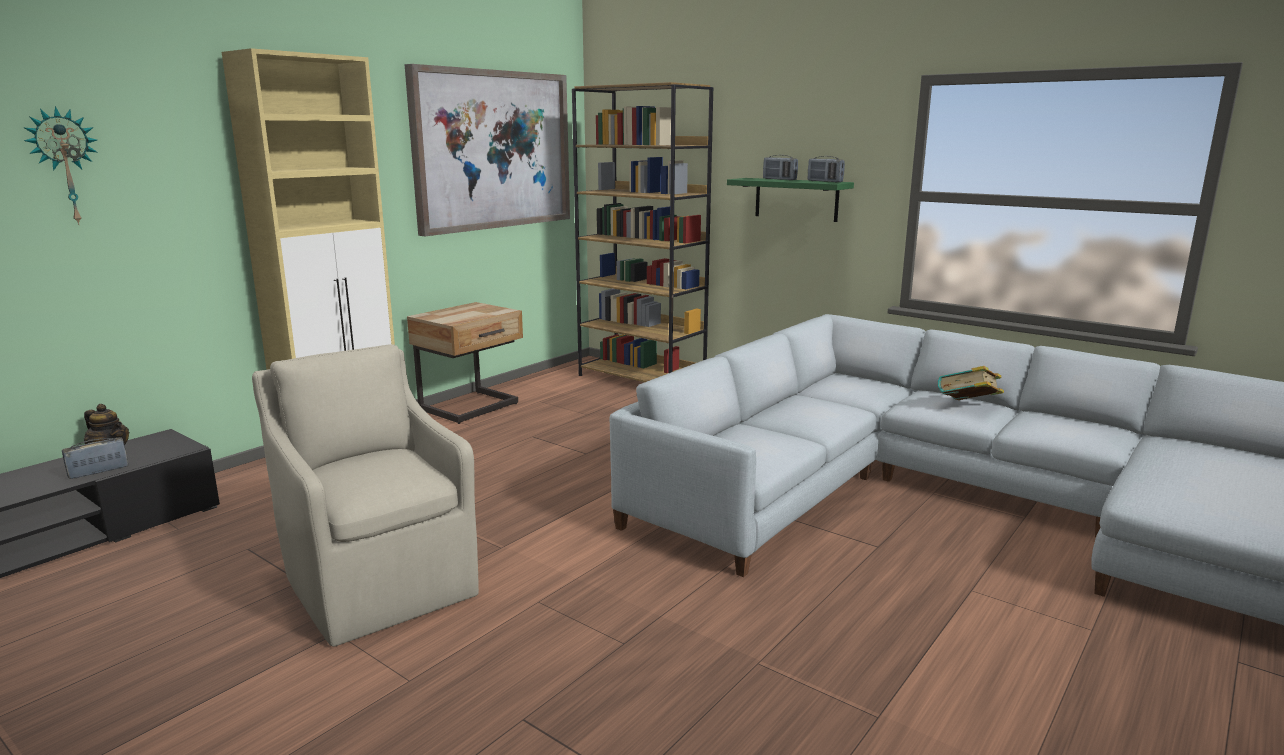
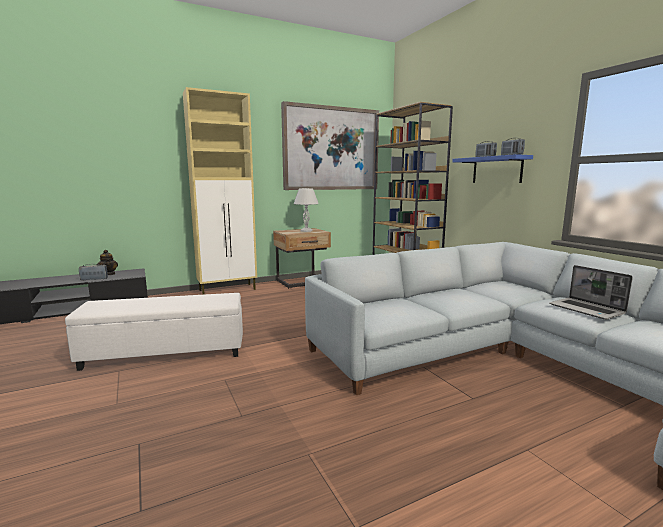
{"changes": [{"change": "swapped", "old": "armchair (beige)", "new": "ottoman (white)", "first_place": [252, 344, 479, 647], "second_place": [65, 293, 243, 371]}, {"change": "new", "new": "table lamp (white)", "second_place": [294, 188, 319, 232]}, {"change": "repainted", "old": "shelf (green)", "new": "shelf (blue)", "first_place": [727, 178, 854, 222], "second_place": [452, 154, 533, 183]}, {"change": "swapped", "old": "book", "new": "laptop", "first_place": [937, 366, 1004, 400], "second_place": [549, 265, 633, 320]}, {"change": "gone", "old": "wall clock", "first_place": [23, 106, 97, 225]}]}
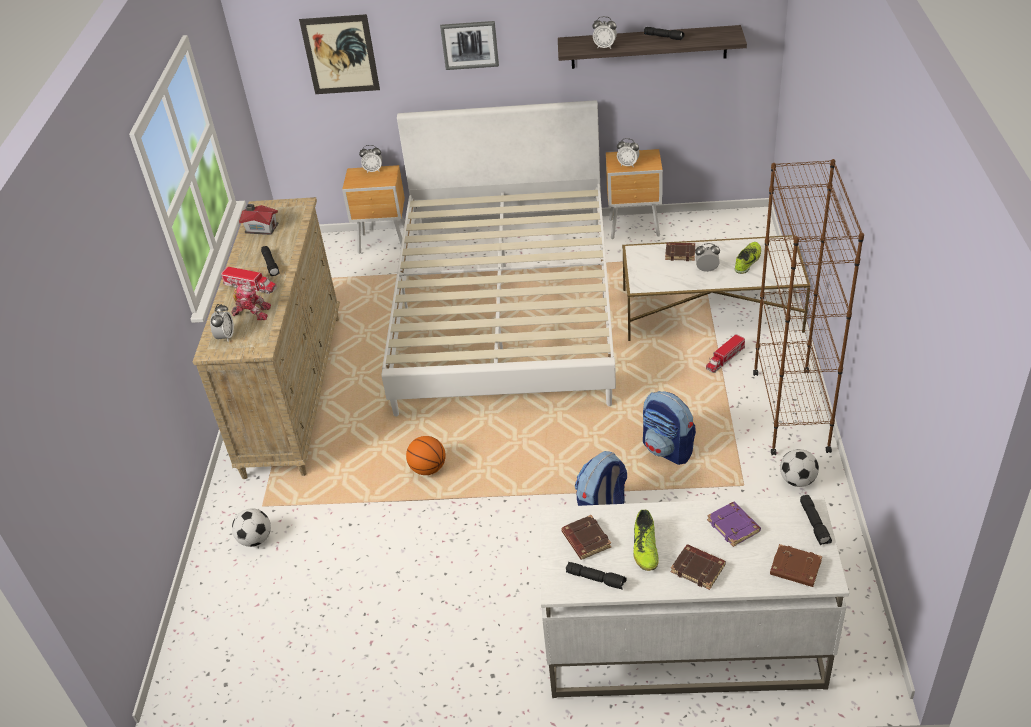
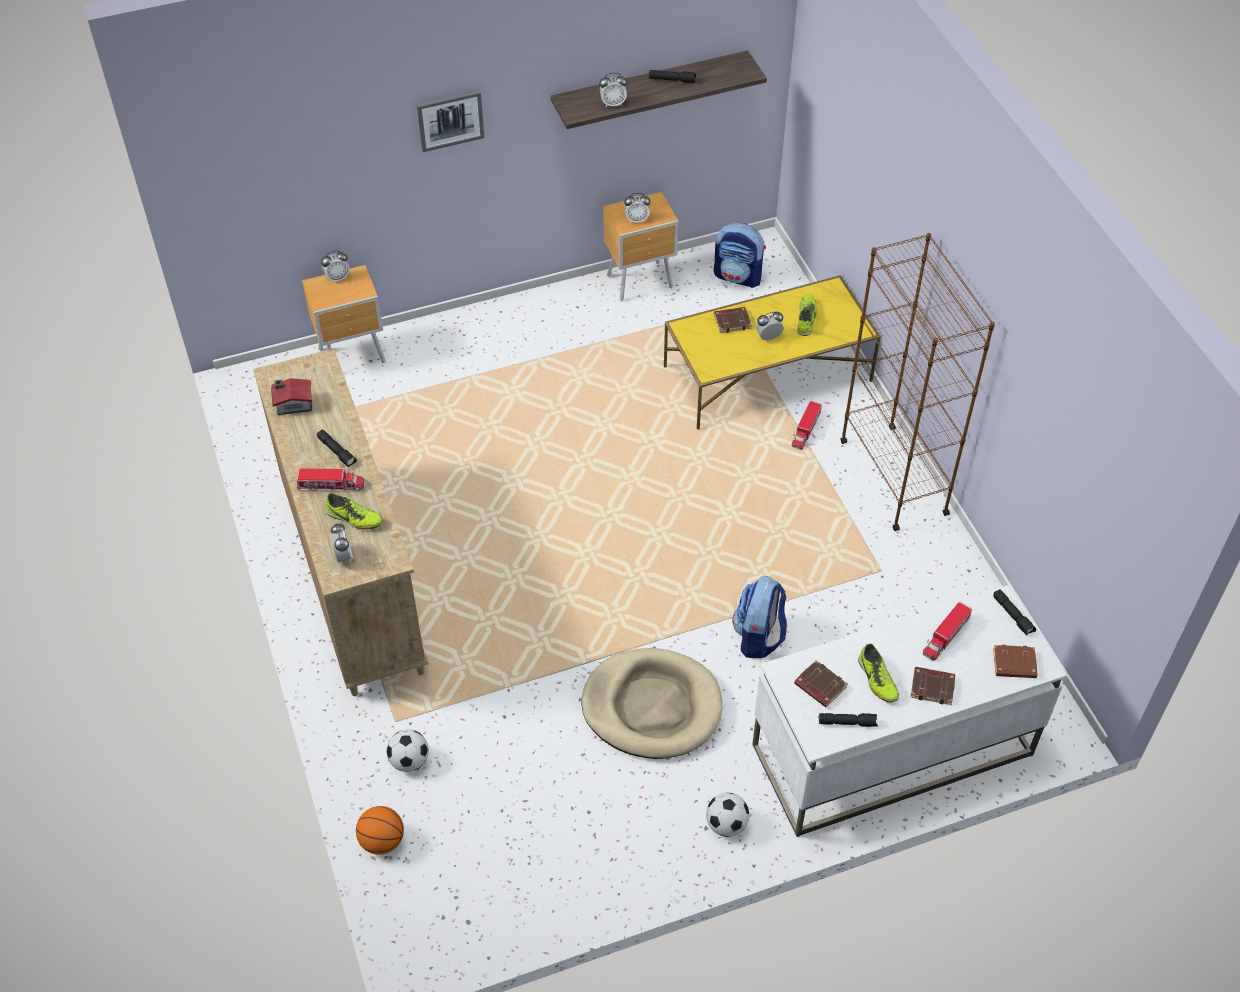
{"changes": [{"change": "swapped", "old": "toy robot", "new": "shoe", "first_place": [231, 284, 271, 320], "second_place": [325, 493, 383, 529]}, {"change": "shifted", "old": "basketball", "first_place": [406, 436, 446, 475], "second_place": [356, 806, 404, 855]}, {"change": "new", "new": "dog bed (beige)", "second_place": [581, 648, 722, 759]}, {"change": "repainted", "old": "coffee table (white)", "new": "coffee table (yellow)", "first_place": [622, 235, 811, 341], "second_place": [664, 275, 880, 430]}, {"change": "shifted", "old": "football", "first_place": [780, 449, 819, 487], "second_place": [706, 793, 749, 837]}, {"change": "shifted", "old": "backpack", "first_place": [643, 391, 696, 465], "second_place": [714, 223, 766, 288]}, {"change": "swapped", "old": "book (purple)", "new": "toy truck", "first_place": [707, 502, 761, 547], "second_place": [923, 602, 972, 661]}, {"change": "gone", "old": "picture", "first_place": [299, 14, 380, 94]}, {"change": "gone", "old": "bed (white)", "first_place": [381, 100, 616, 417]}]}
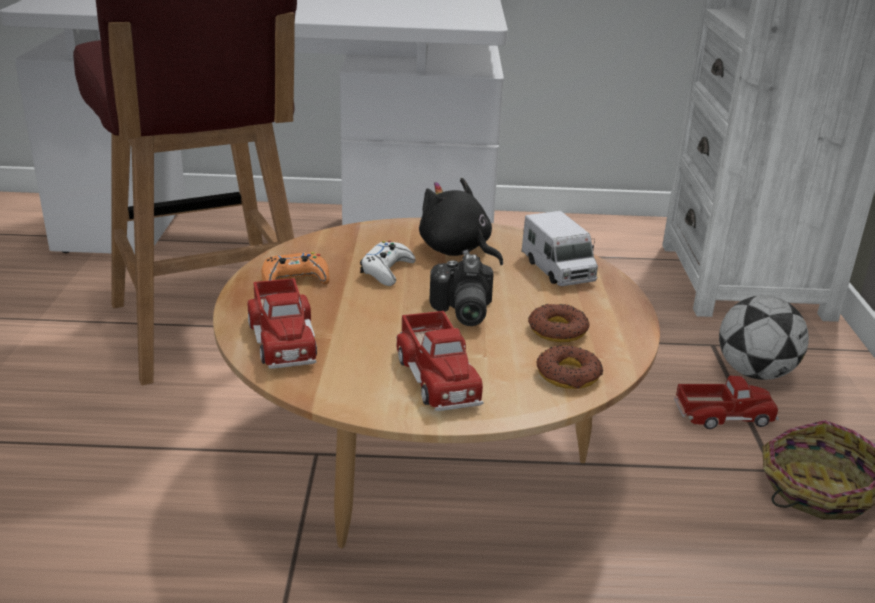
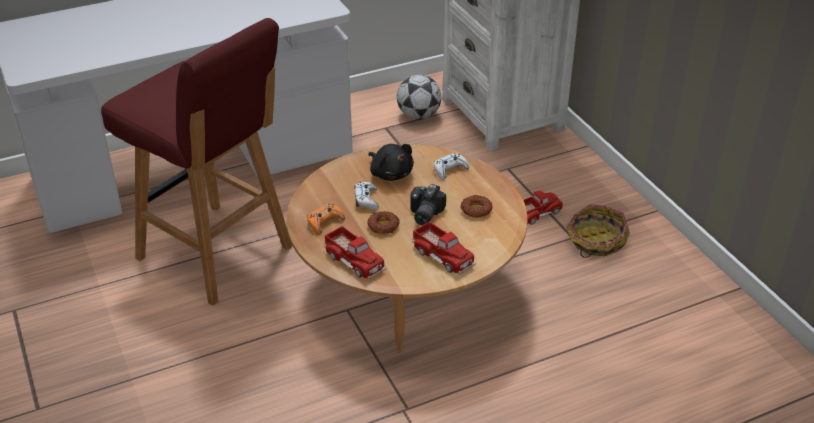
{"changes": [{"change": "shifted", "old": "donut", "first_place": [537, 345, 604, 389], "second_place": [367, 211, 400, 234]}, {"change": "rotated", "old": "plush toy (black)", "first_place": [419, 178, 503, 265], "second_place": [369, 144, 414, 181], "degrees": -150}, {"change": "shifted", "old": "football", "first_place": [719, 295, 809, 380], "second_place": [397, 75, 441, 119]}, {"change": "rotated", "old": "photo camera", "first_place": [429, 254, 493, 326], "second_place": [410, 184, 446, 225], "degrees": 45}, {"change": "swapped", "old": "toy truck", "new": "game controller (white)", "first_place": [522, 211, 598, 286], "second_place": [434, 153, 469, 180]}]}
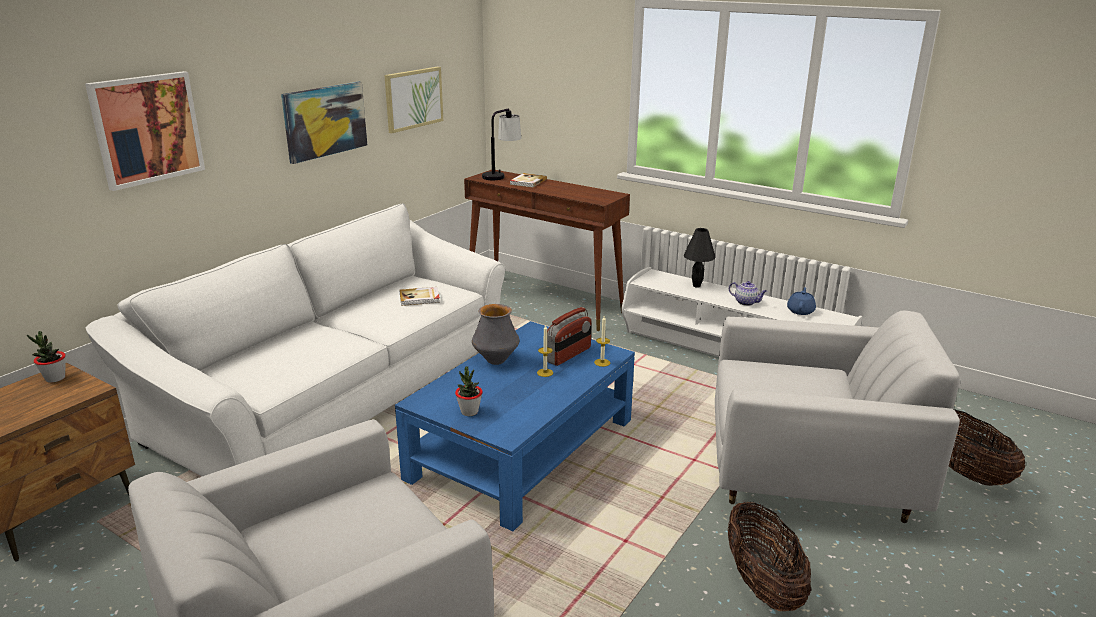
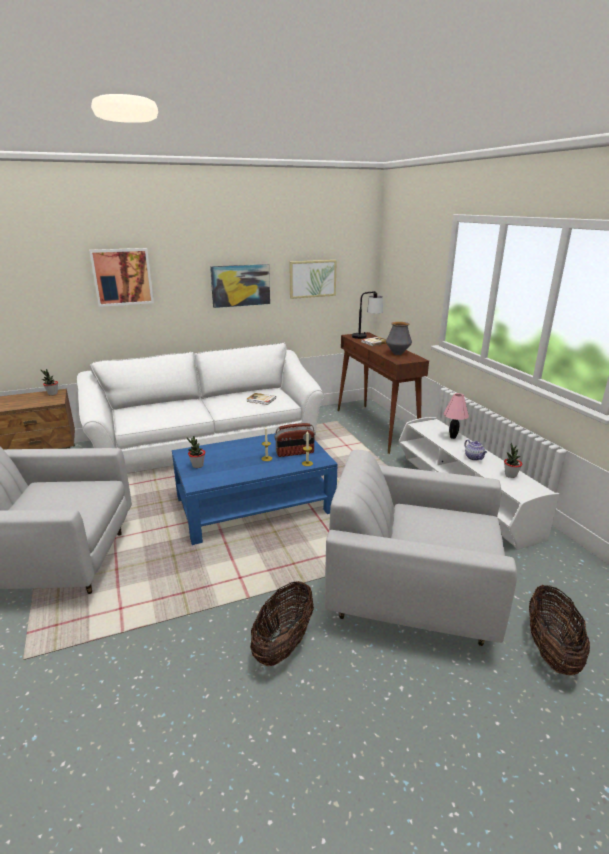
{"changes": [{"change": "rotated", "old": "armchair (white)", "first_place": [715, 311, 960, 523], "second_place": [325, 450, 517, 646], "degrees": 150}, {"change": "shifted", "old": "vase", "first_place": [472, 304, 519, 365], "second_place": [386, 322, 412, 355]}, {"change": "repainted", "old": "table lamp (black)", "new": "table lamp (pink)", "first_place": [684, 228, 716, 288], "second_place": [444, 393, 469, 439]}, {"change": "swapped", "old": "teapot (blue)", "new": "potted plant", "first_place": [787, 287, 816, 315], "second_place": [504, 443, 522, 478]}]}
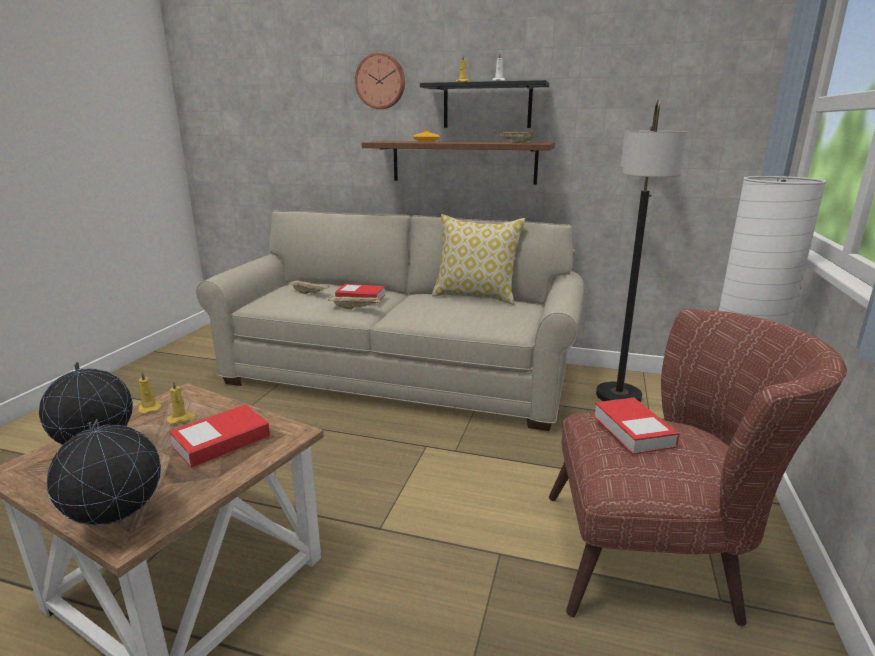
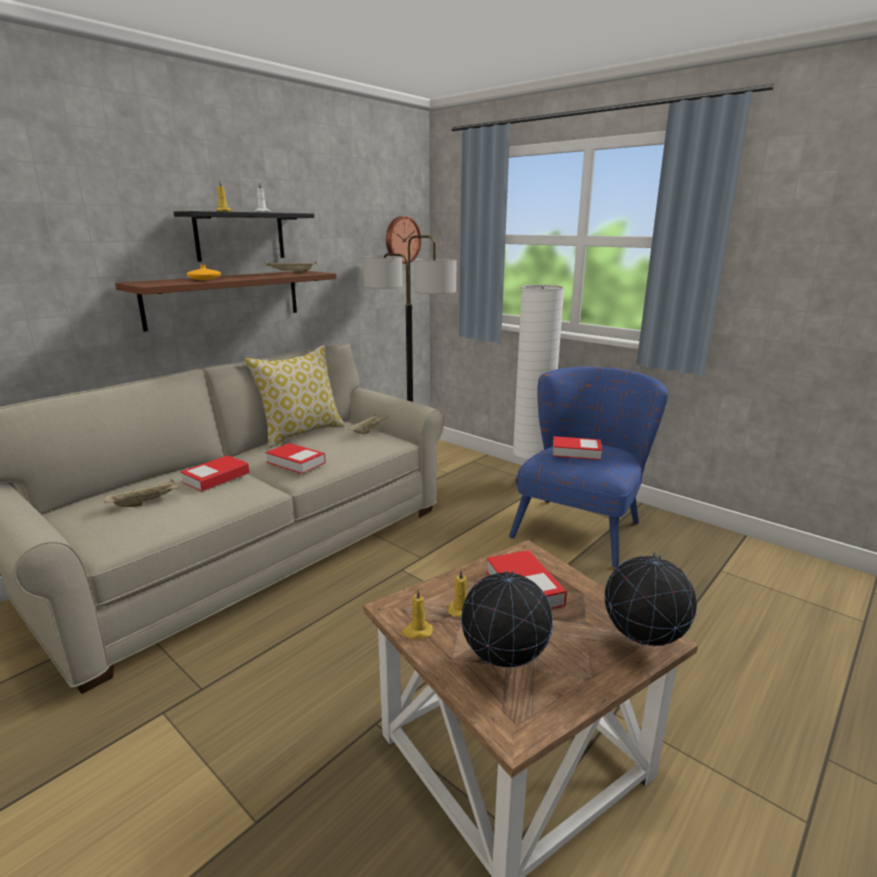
{"changes": [{"change": "new", "new": "book", "second_place": [266, 443, 326, 474]}, {"change": "shifted", "old": "tray (beige)", "first_place": [328, 296, 380, 310], "second_place": [347, 414, 388, 434]}, {"change": "shifted", "old": "wall clock", "first_place": [355, 52, 405, 109], "second_place": [386, 216, 421, 264]}, {"change": "repainted", "old": "armchair (brown)", "new": "armchair (blue)", "first_place": [549, 309, 847, 626], "second_place": [509, 367, 668, 568]}]}
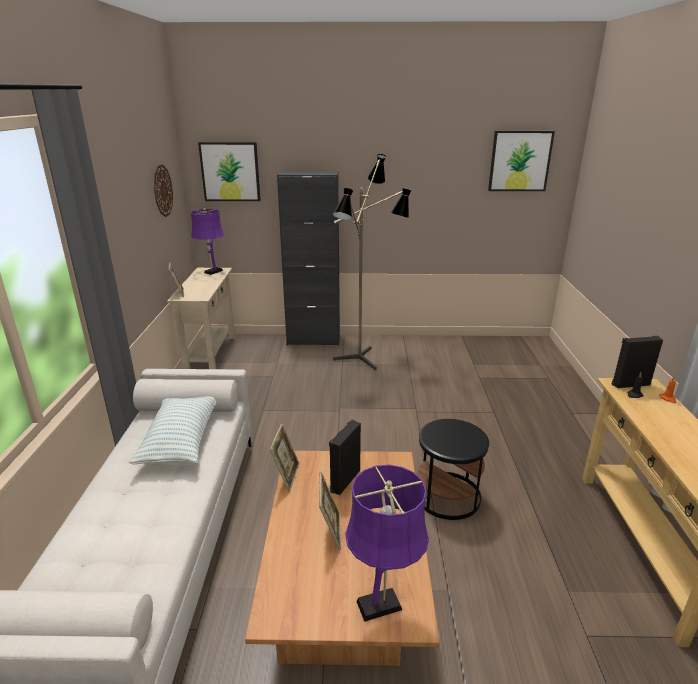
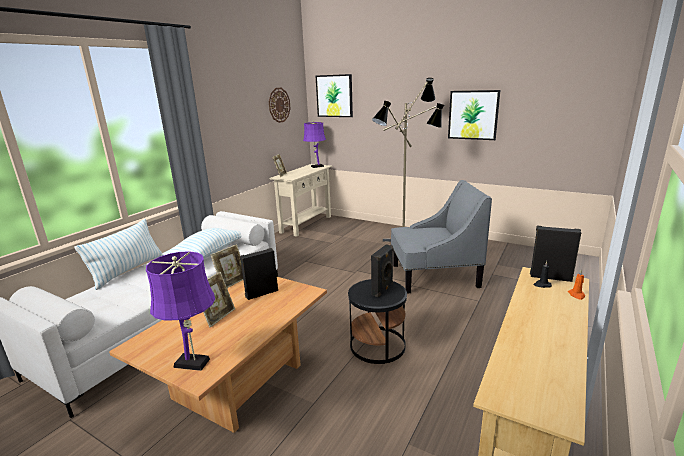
{"changes": [{"change": "new", "new": "pillow", "second_place": [74, 219, 163, 290]}, {"change": "new", "new": "speaker (black)", "second_place": [371, 245, 393, 297]}, {"change": "new", "new": "armchair (grey)", "second_place": [391, 180, 492, 294]}, {"change": "shifted", "old": "picture", "first_place": [488, 131, 555, 191], "second_place": [448, 90, 500, 140]}, {"change": "gone", "old": "cabinet (black)", "first_place": [277, 171, 340, 346]}]}
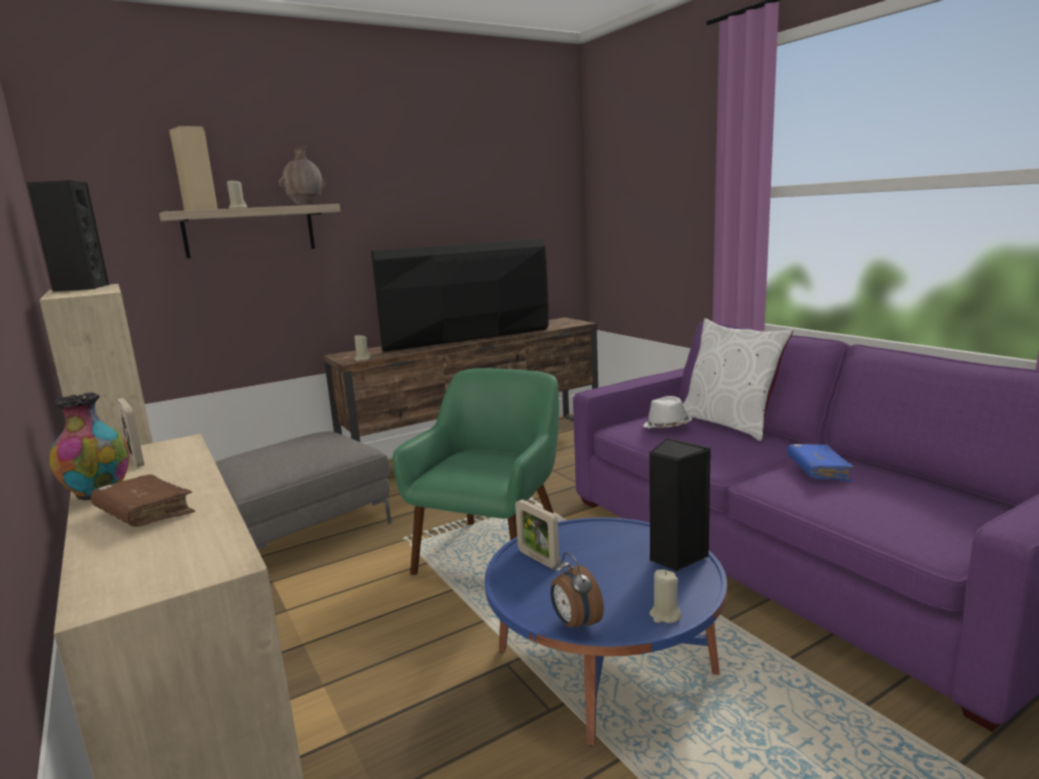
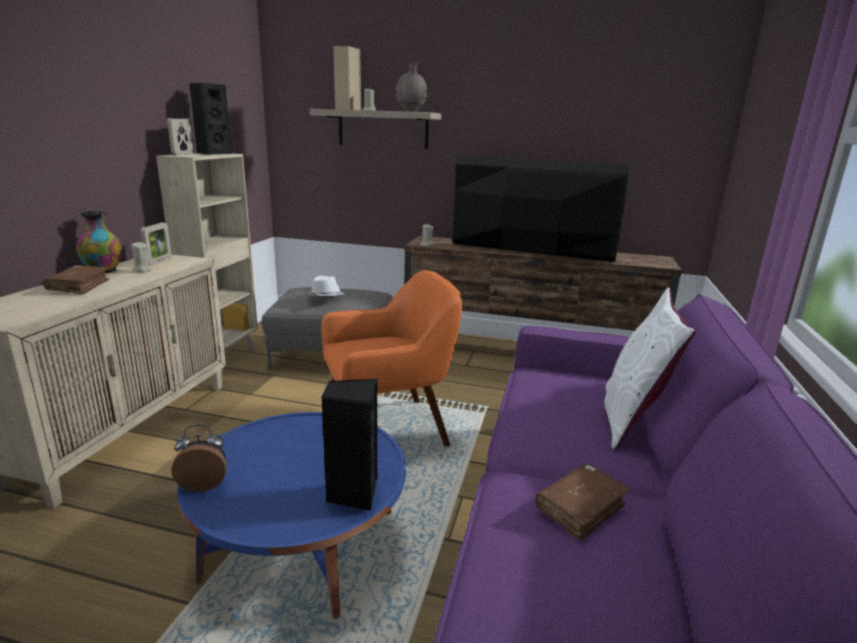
{"changes": [{"change": "shifted", "old": "candle (beige)", "first_place": [650, 569, 681, 623], "second_place": [132, 242, 152, 272]}, {"change": "shifted", "old": "picture frame", "first_place": [515, 499, 559, 569], "second_place": [167, 118, 193, 155]}, {"change": "rotated", "old": "alarm clock", "first_place": [550, 552, 604, 633], "second_place": [171, 425, 227, 492], "degrees": 60}, {"change": "shifted", "old": "hat (white)", "first_place": [643, 396, 692, 429], "second_place": [308, 276, 345, 296]}, {"change": "repainted", "old": "armchair (green)", "new": "armchair (orange)", "first_place": [393, 368, 559, 576], "second_place": [321, 270, 462, 446]}, {"change": "repainted", "old": "book (blue)", "new": "book (brown)", "first_place": [787, 444, 855, 482], "second_place": [536, 463, 630, 541]}]}
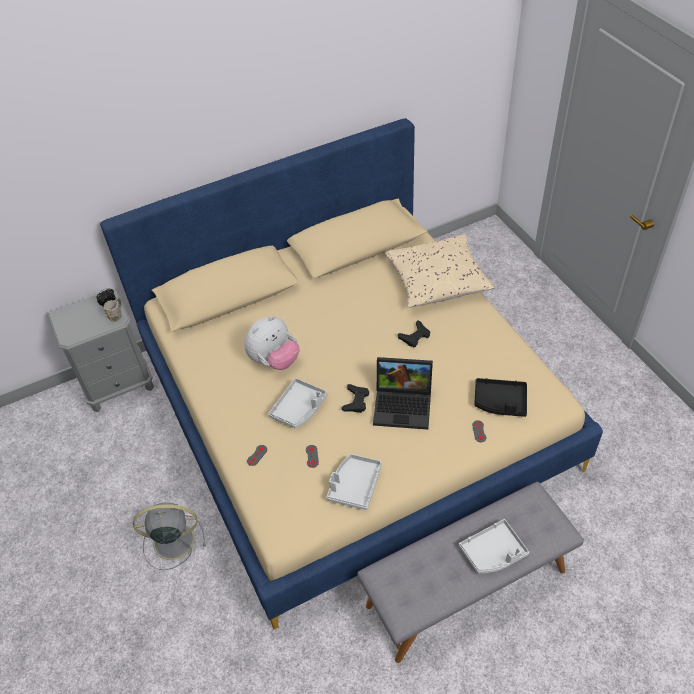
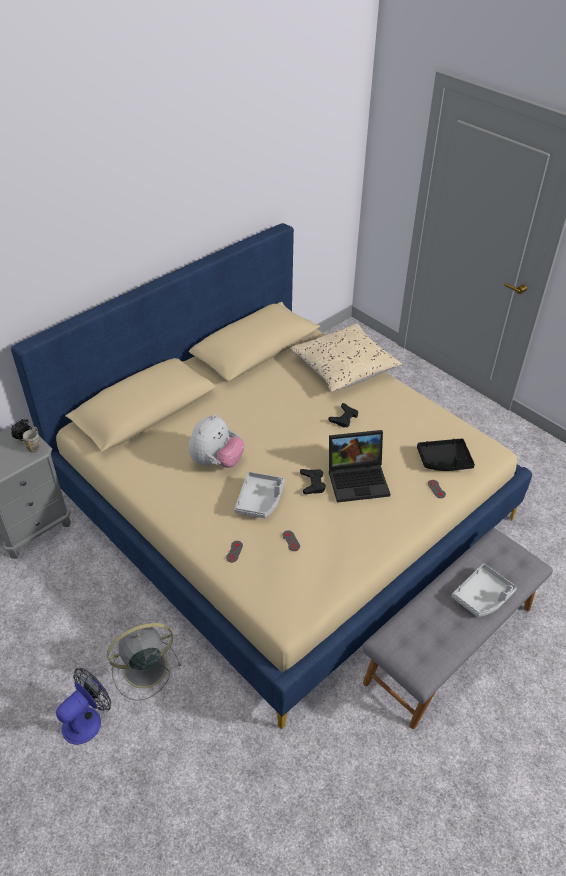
{"changes": [{"change": "new", "new": "fan", "second_place": [56, 668, 111, 745]}, {"change": "gone", "old": "tray (grey)", "first_place": [326, 454, 382, 510]}]}
